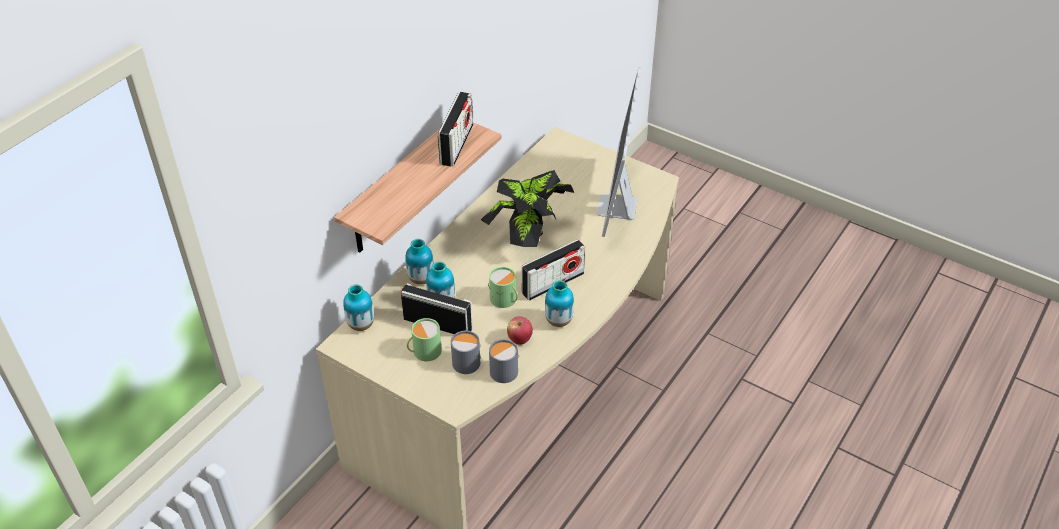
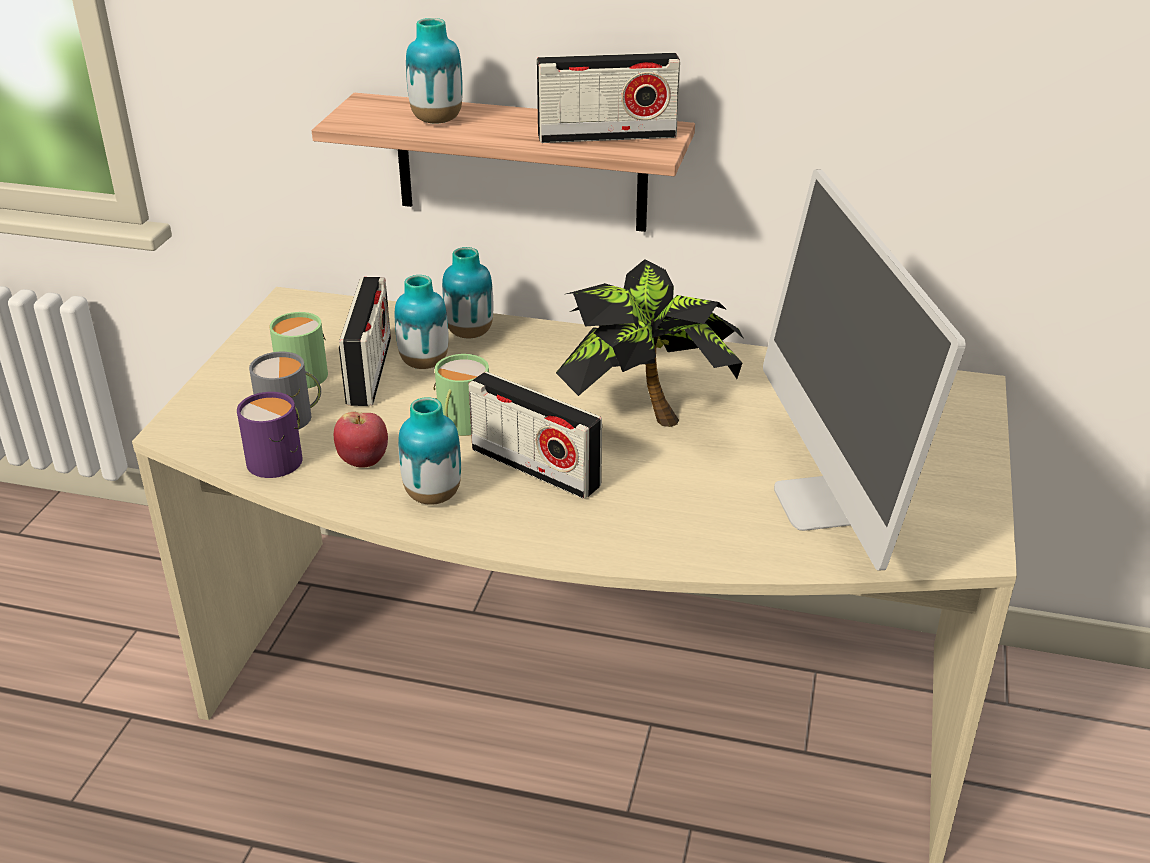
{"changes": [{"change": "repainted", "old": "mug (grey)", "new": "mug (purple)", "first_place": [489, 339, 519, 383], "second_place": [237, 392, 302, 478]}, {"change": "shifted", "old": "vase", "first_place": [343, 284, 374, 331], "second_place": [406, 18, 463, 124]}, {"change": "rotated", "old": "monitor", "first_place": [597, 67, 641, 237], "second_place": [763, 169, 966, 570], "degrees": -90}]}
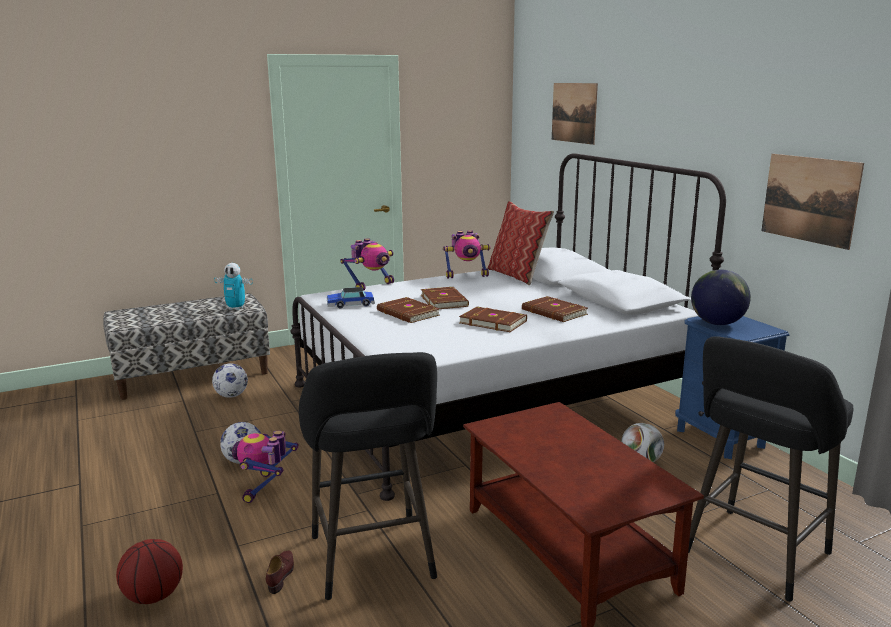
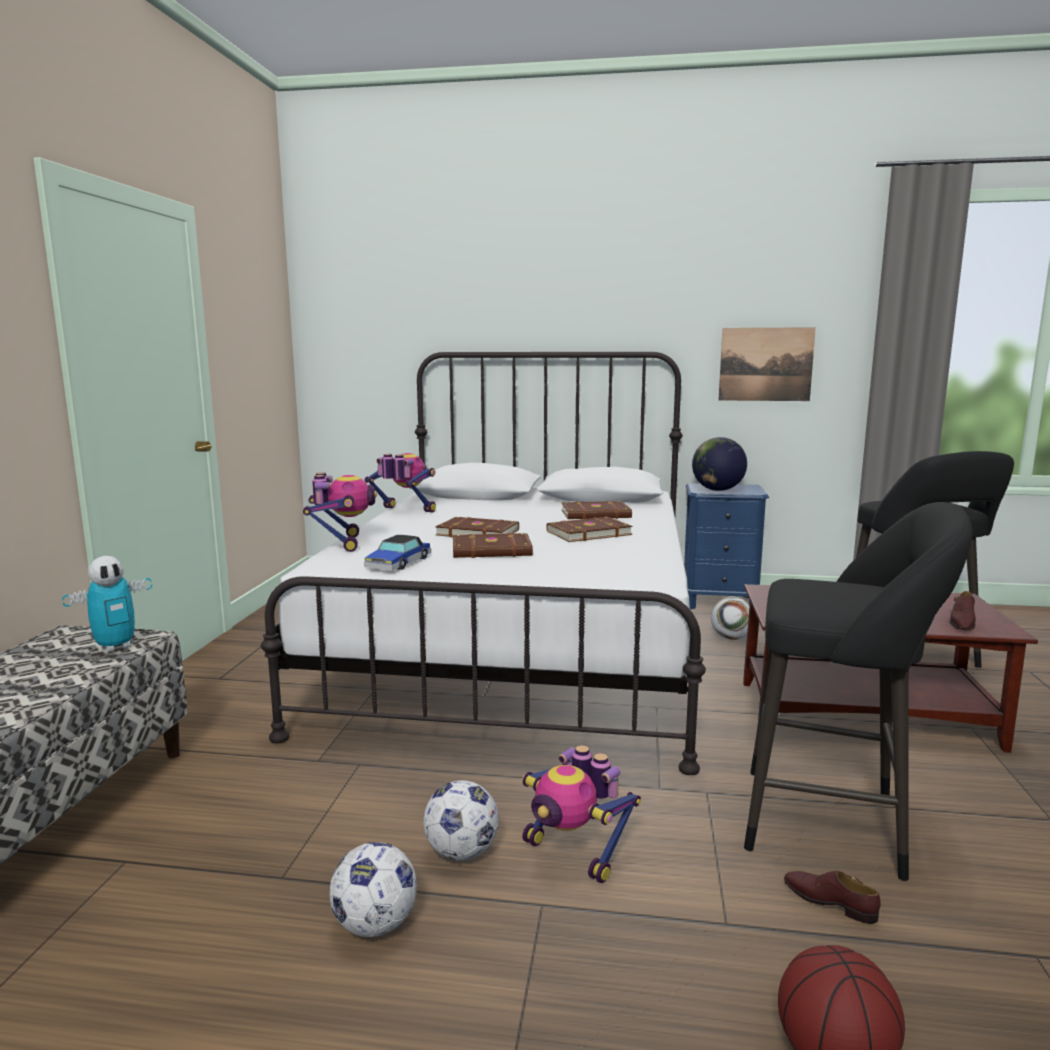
{"changes": [{"change": "shifted", "old": "football", "first_place": [212, 364, 248, 398], "second_place": [329, 842, 417, 937]}, {"change": "rotated", "old": "toy robot", "first_place": [443, 230, 491, 279], "second_place": [365, 453, 436, 513], "degrees": -90}, {"change": "new", "new": "shoe (brown)", "second_place": [950, 591, 976, 630]}, {"change": "gone", "old": "pillow", "first_place": [488, 201, 554, 285]}, {"change": "gone", "old": "picture", "first_place": [552, 83, 598, 145]}]}
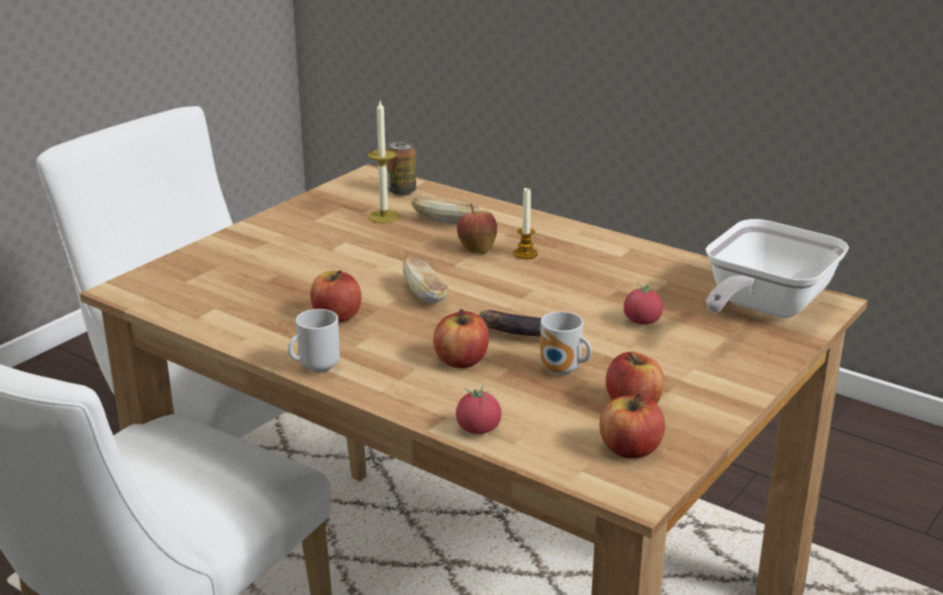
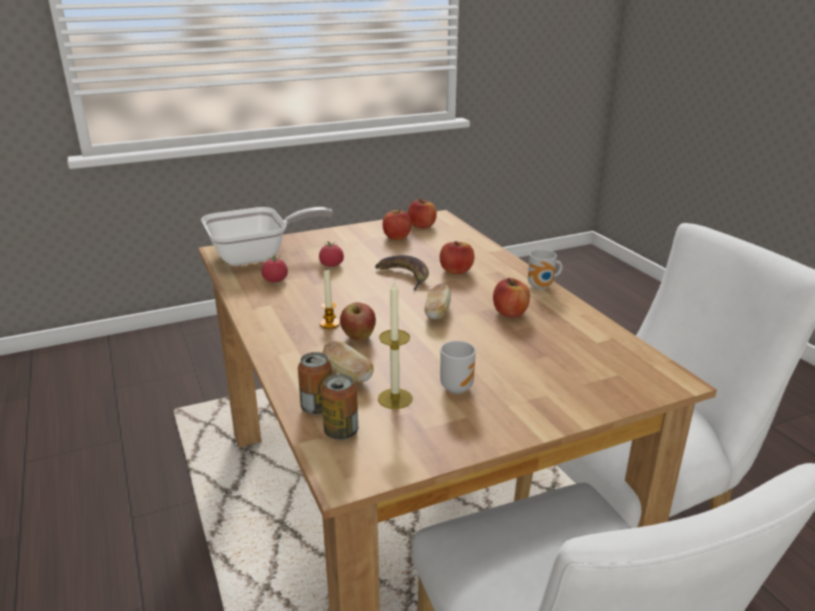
{"changes": [{"change": "shifted", "old": "tomato", "first_place": [456, 386, 501, 434], "second_place": [262, 254, 288, 282]}, {"change": "new", "new": "can", "second_place": [298, 352, 332, 415]}, {"change": "shifted", "old": "mug", "first_place": [540, 311, 592, 376], "second_place": [440, 341, 476, 394]}]}
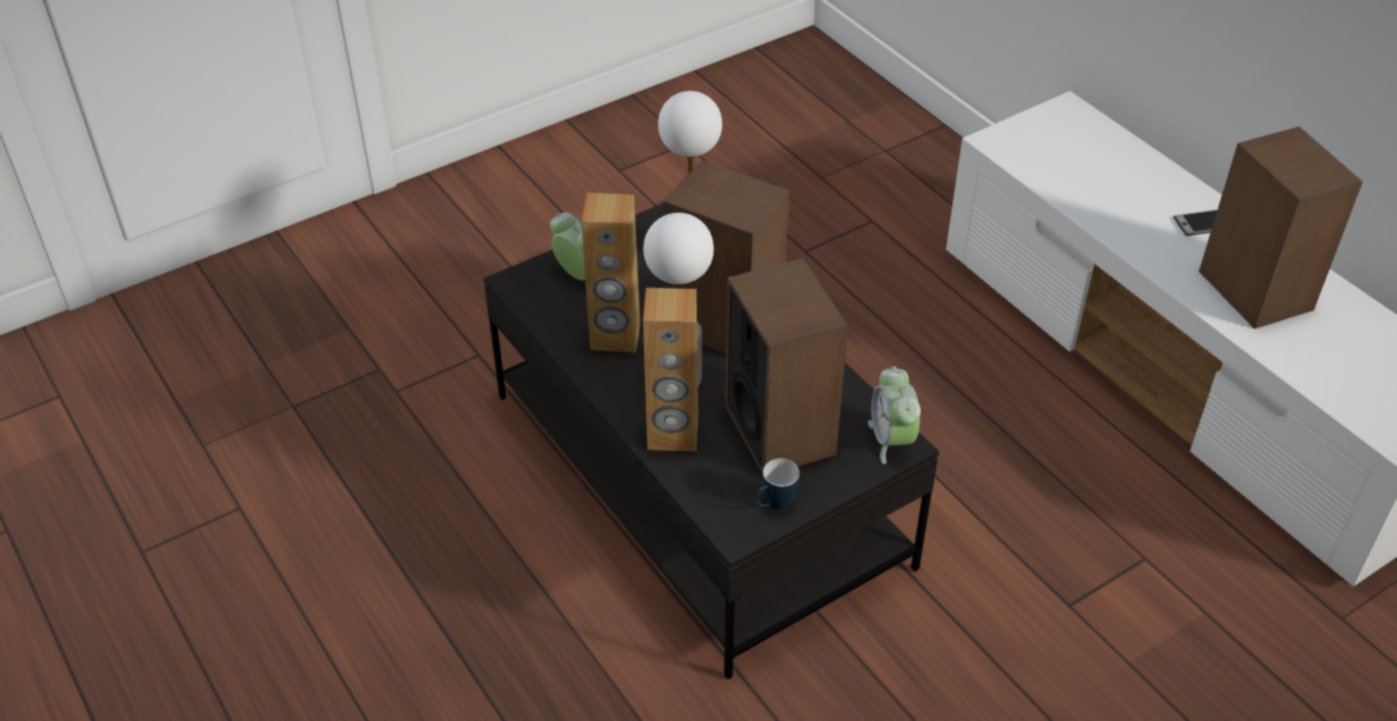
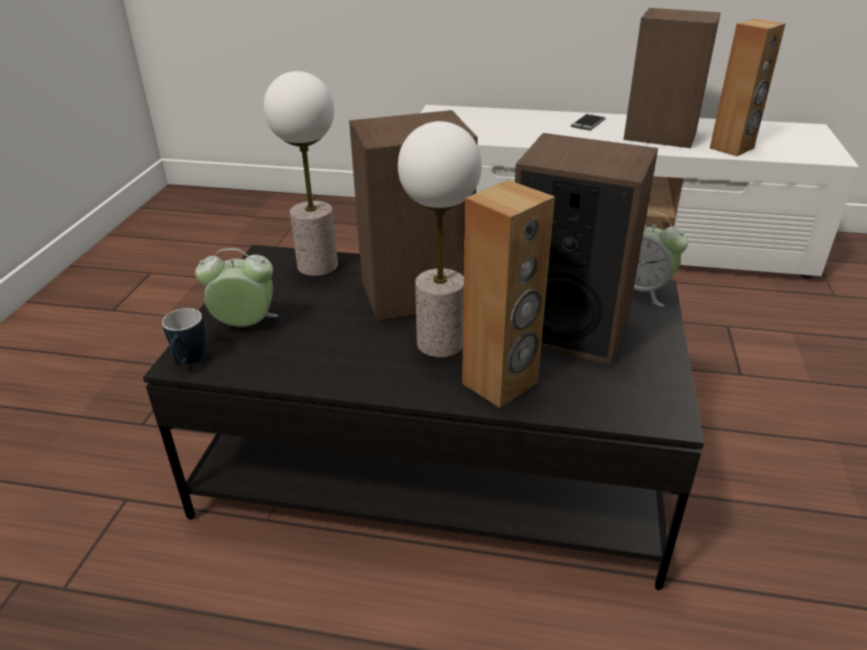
{"changes": [{"change": "shifted", "old": "mug", "first_place": [755, 458, 799, 509], "second_place": [162, 308, 205, 365]}, {"change": "shifted", "old": "speaker (brown)", "first_place": [581, 193, 640, 352], "second_place": [710, 18, 786, 156]}]}
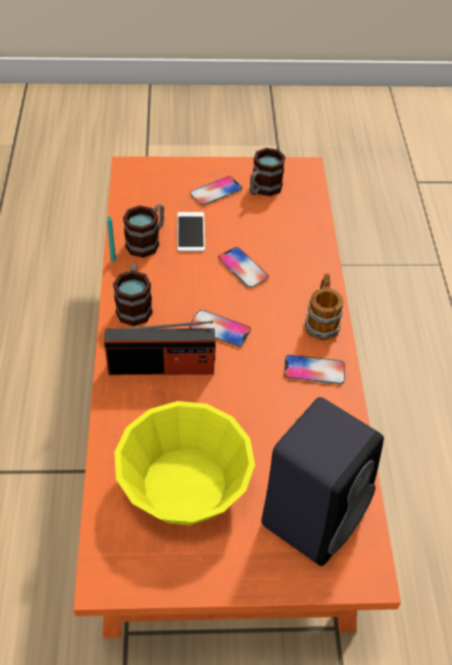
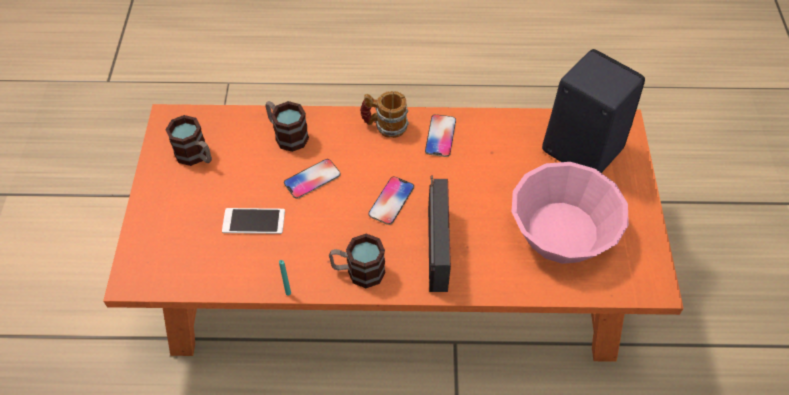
{"changes": [{"change": "shifted", "old": "mug", "first_place": [123, 204, 164, 258], "second_place": [265, 101, 309, 152]}, {"change": "repainted", "old": "bowl (yellow)", "new": "bowl (pink)", "first_place": [114, 401, 255, 525], "second_place": [512, 162, 629, 264]}, {"change": "gone", "old": "phone", "first_place": [190, 176, 242, 206]}]}
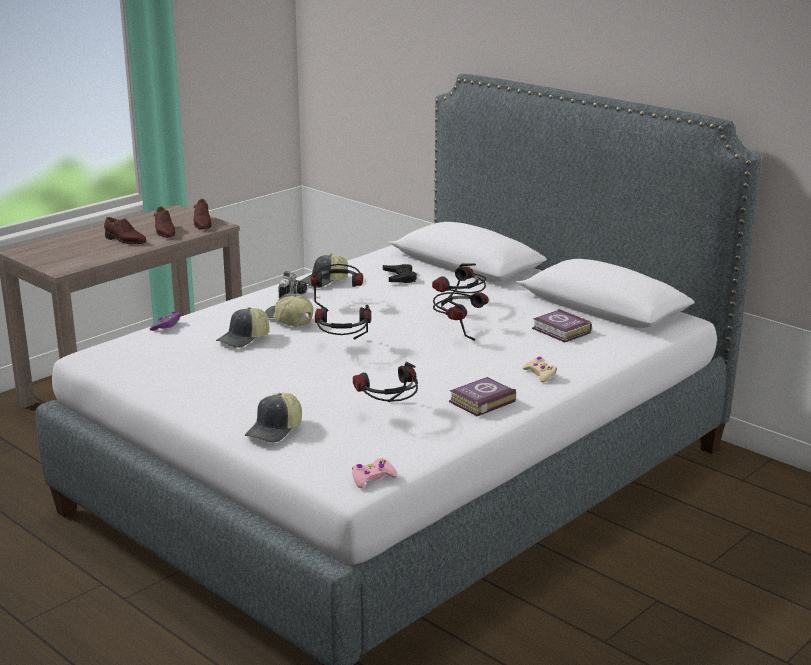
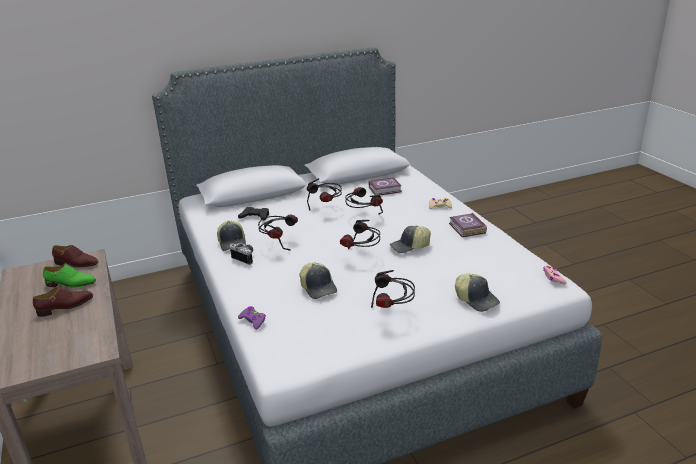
{"changes": [{"change": "repainted", "old": "shoe (brown)", "new": "shoe (green)", "first_place": [154, 206, 175, 238], "second_place": [43, 264, 96, 288]}, {"change": "shifted", "old": "headphones", "first_place": [353, 362, 418, 402], "second_place": [371, 270, 415, 308]}, {"change": "shifted", "old": "cap", "first_place": [265, 293, 313, 327], "second_place": [390, 225, 431, 253]}]}
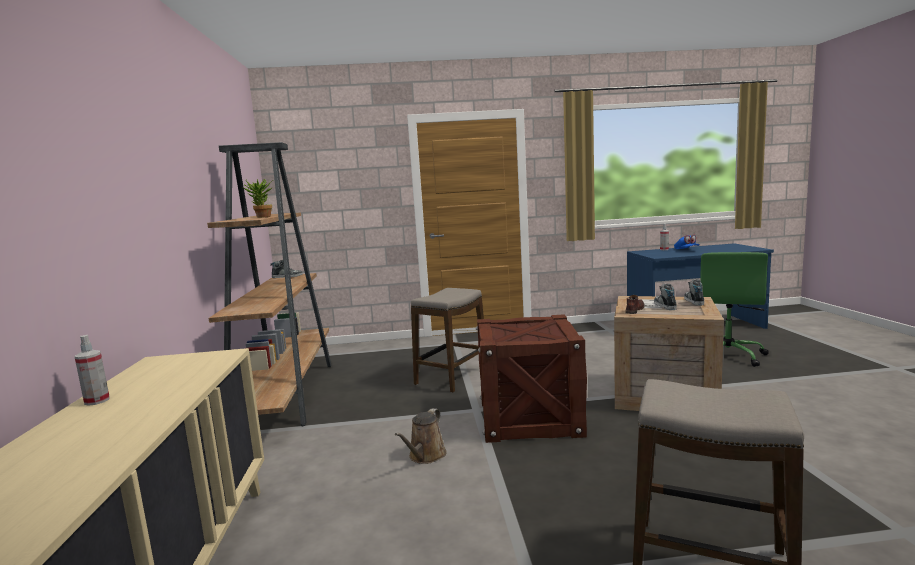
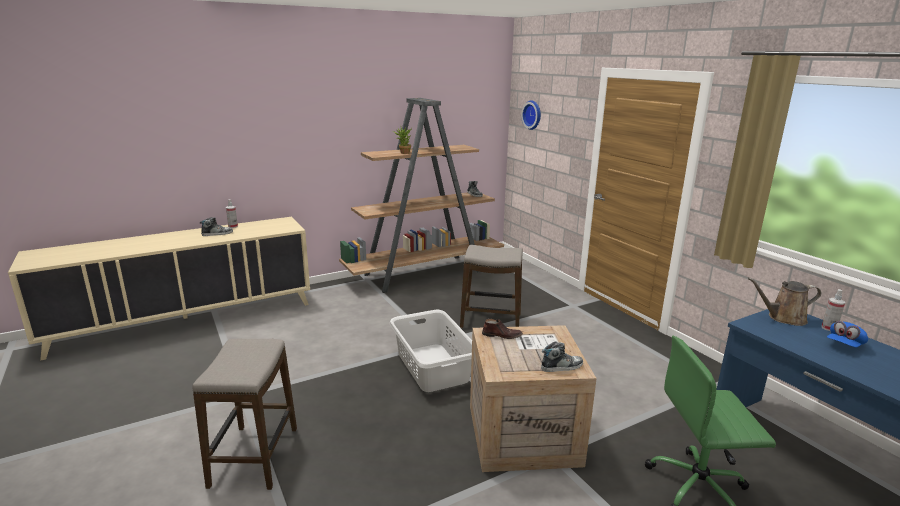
{"changes": [{"change": "shifted", "old": "shoe", "first_place": [654, 284, 677, 310], "second_place": [200, 217, 233, 236]}, {"change": "swapped", "old": "crate", "new": "laundry basket (grey)", "first_place": [476, 314, 587, 443], "second_place": [389, 310, 472, 392]}, {"change": "new", "new": "wall clock", "second_place": [521, 100, 541, 130]}, {"change": "shifted", "old": "watering can (brown)", "first_place": [395, 408, 447, 464], "second_place": [748, 278, 821, 326]}]}
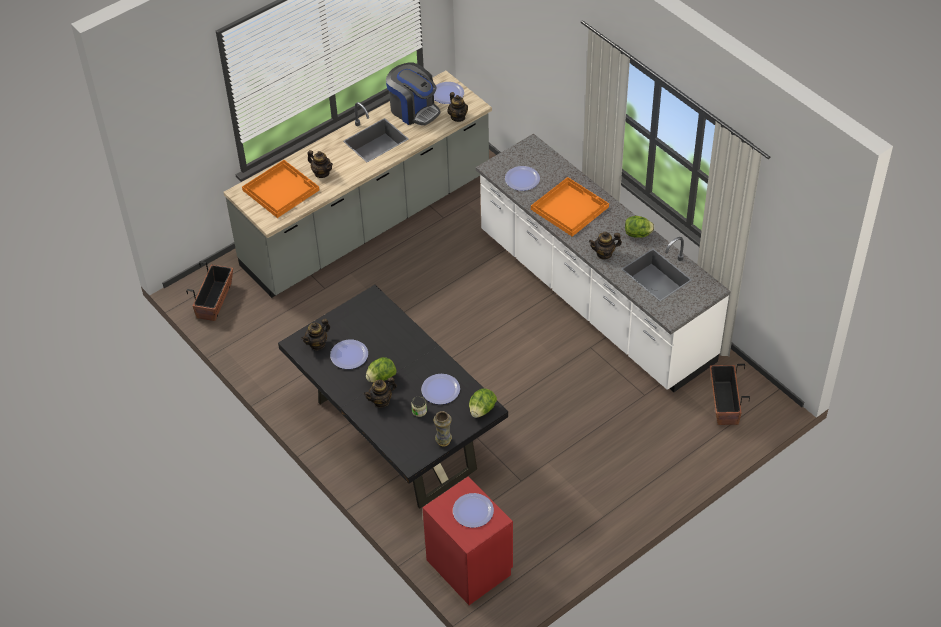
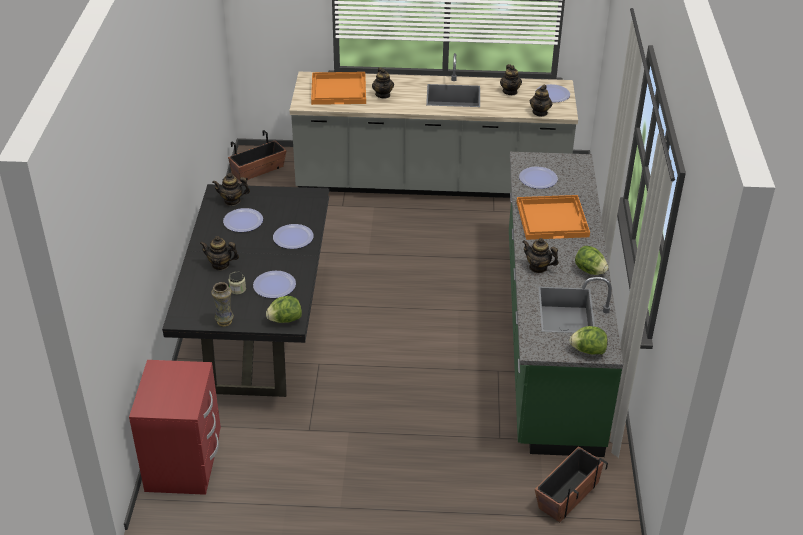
{"changes": [{"change": "shifted", "old": "plate", "first_place": [453, 493, 494, 528], "second_place": [273, 224, 314, 249]}, {"change": "swapped", "old": "coffee machine", "new": "teapot", "first_place": [386, 62, 441, 125], "second_place": [500, 64, 522, 95]}, {"change": "repainted", "old": "counter (white)", "new": "counter (green)", "first_place": [476, 133, 731, 392], "second_place": [509, 152, 623, 457]}, {"change": "shifted", "old": "lettuce", "first_place": [366, 357, 397, 382], "second_place": [569, 326, 608, 354]}]}
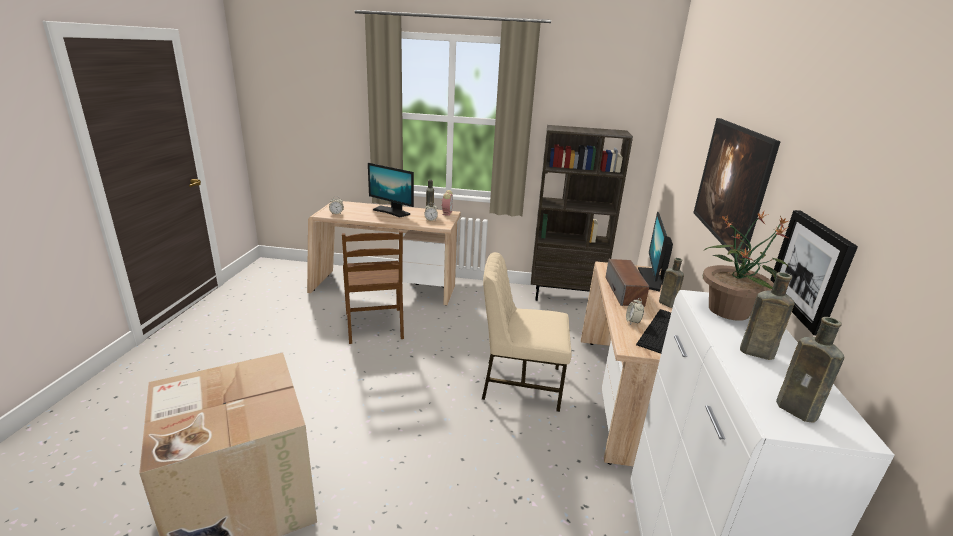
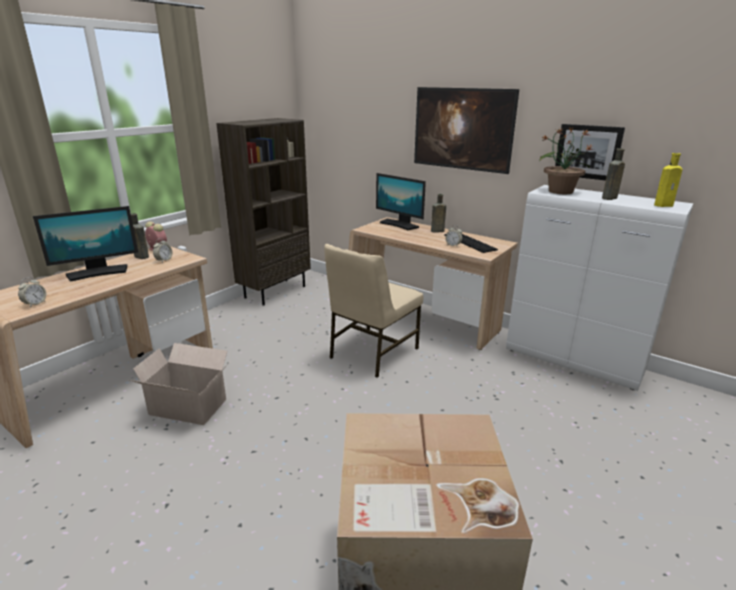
{"changes": [{"change": "swapped", "old": "chair (brown)", "new": "cardboard box", "first_place": [342, 231, 404, 344], "second_place": [130, 343, 230, 425]}, {"change": "repainted", "old": "bottle (brown)", "new": "bottle (yellow)", "first_place": [776, 317, 845, 423], "second_place": [654, 153, 683, 207]}, {"change": "gone", "old": "speaker", "first_place": [605, 259, 649, 307]}]}
